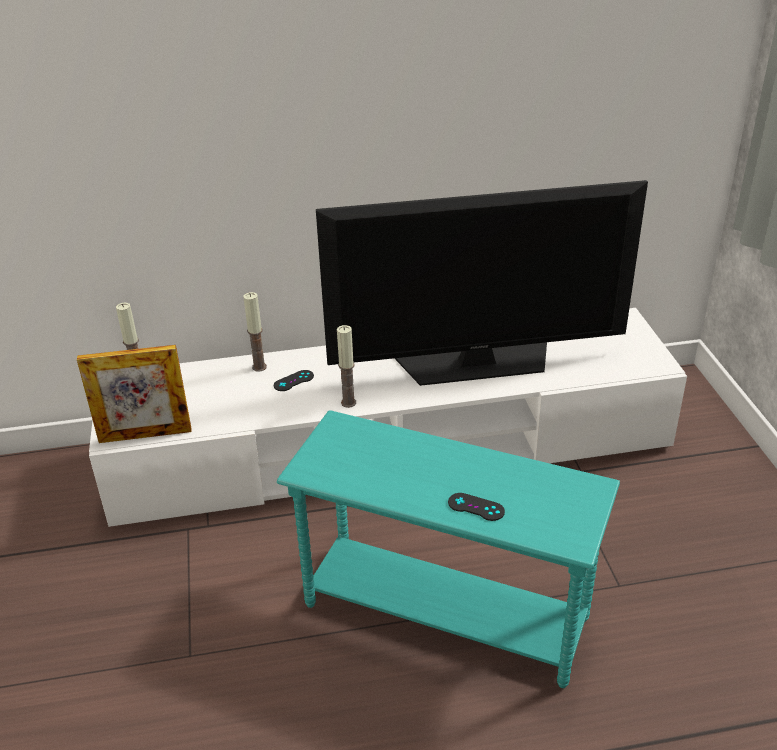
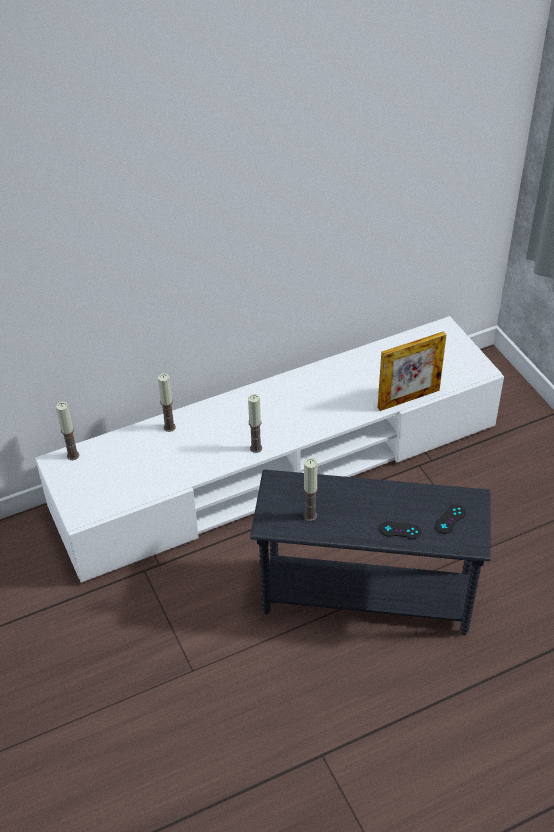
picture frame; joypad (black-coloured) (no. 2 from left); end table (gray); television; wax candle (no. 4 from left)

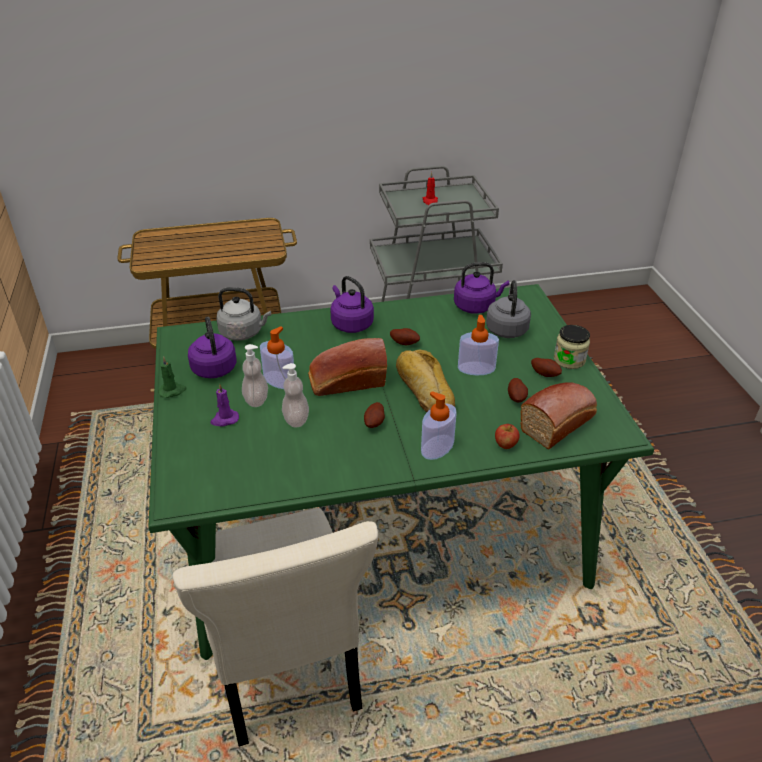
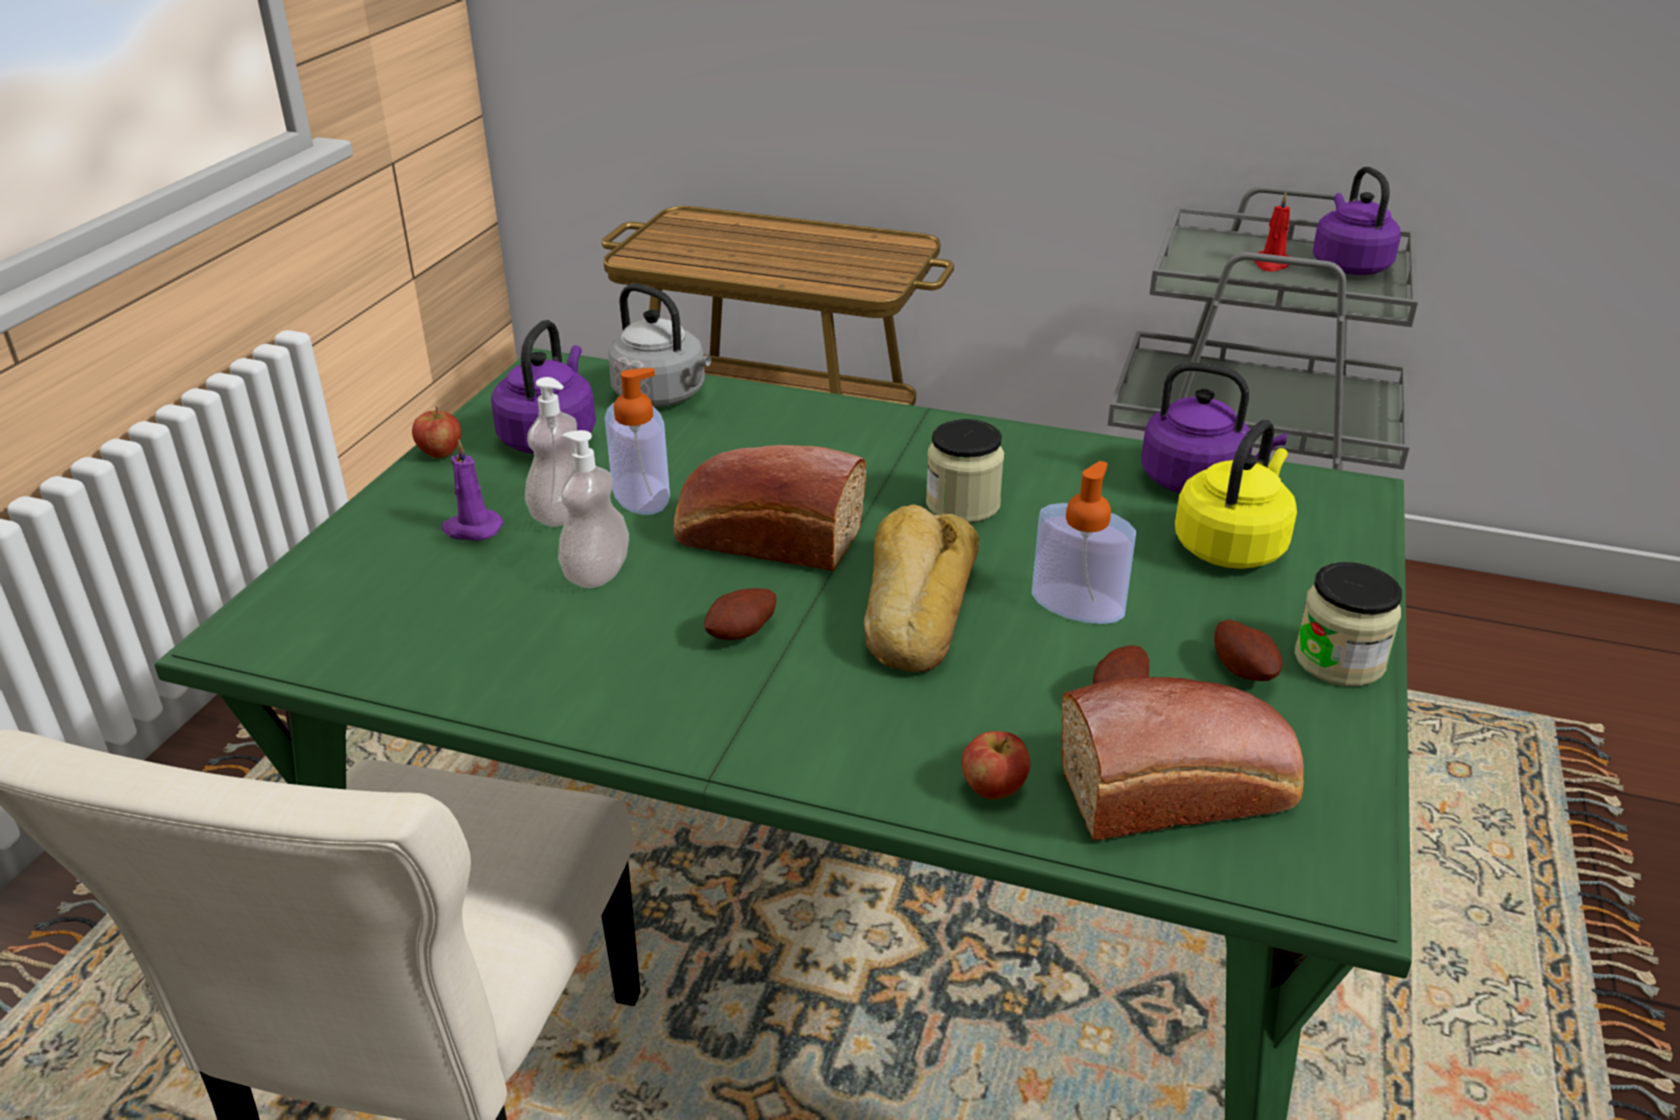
apple fruit (no. 1 from left); kettle (purple-coloured) (no. 3 from left); preserve jar (no. 1 from left); soap dispenser (no. 4 from left in the first image); kettle (yellow)

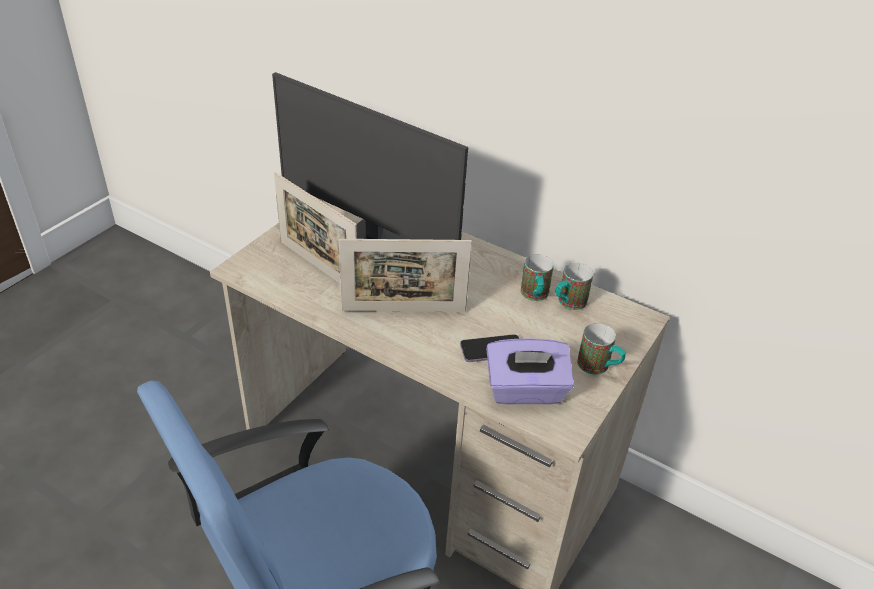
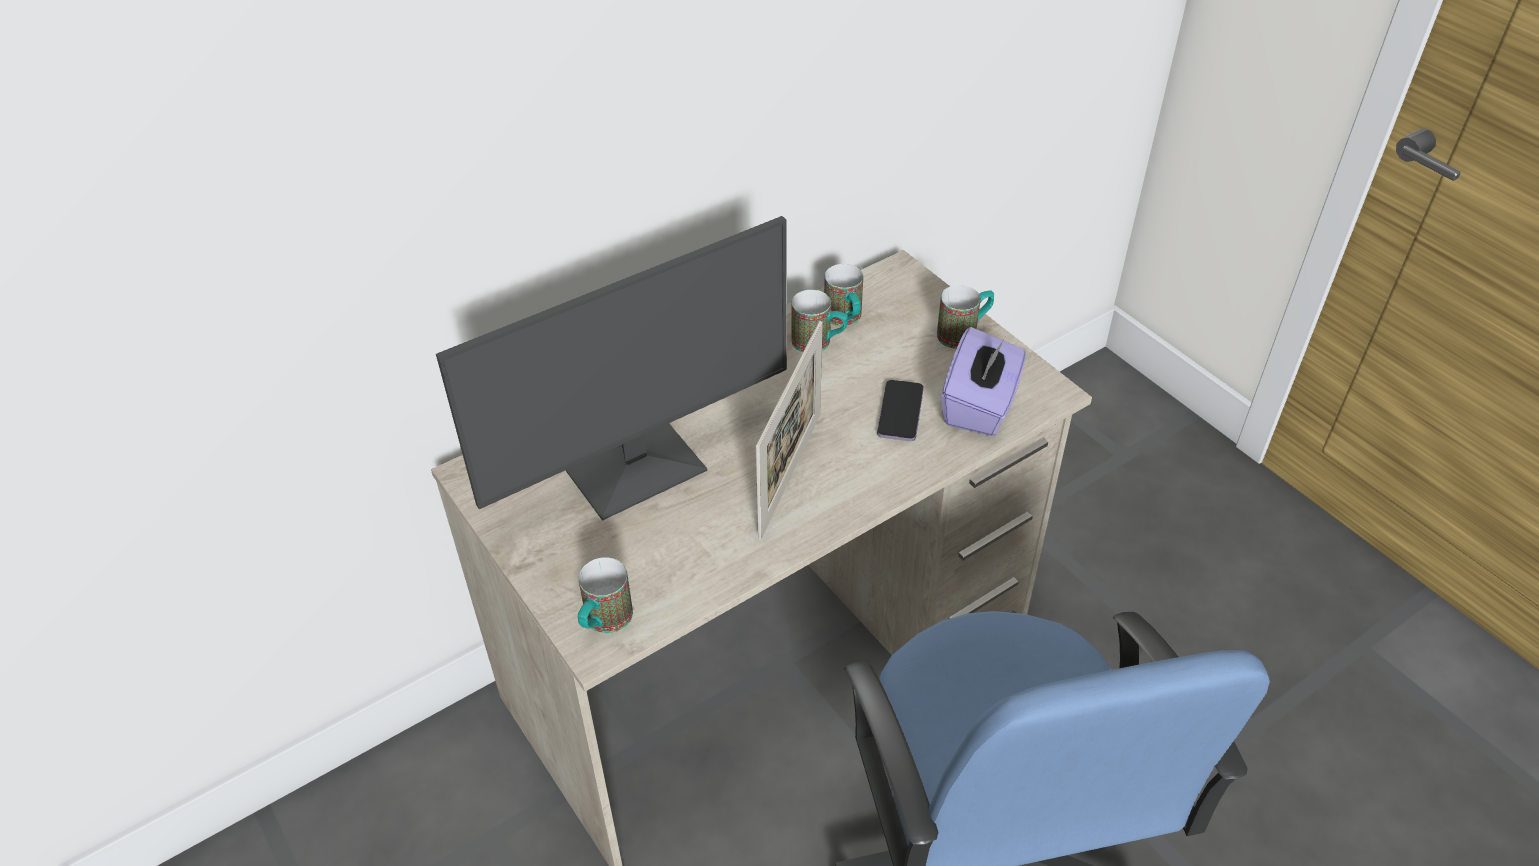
picture frame (no. 1 from left in the first image); coffee mug (no. 1 from left)

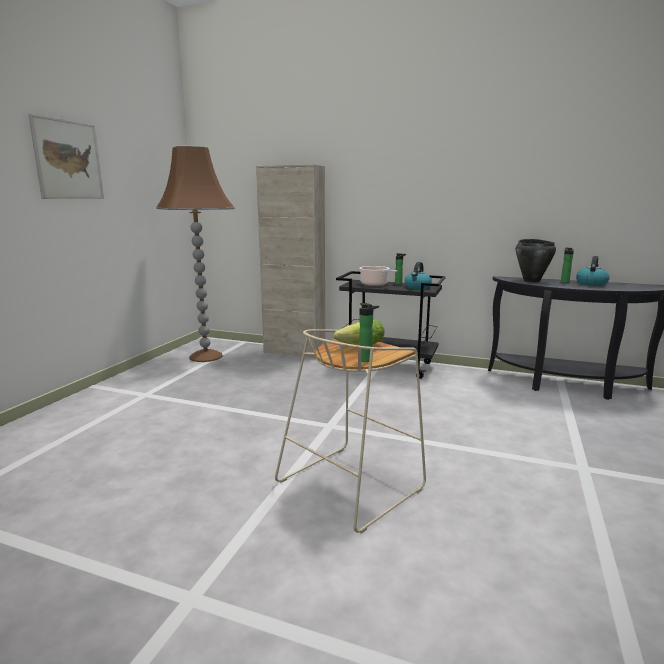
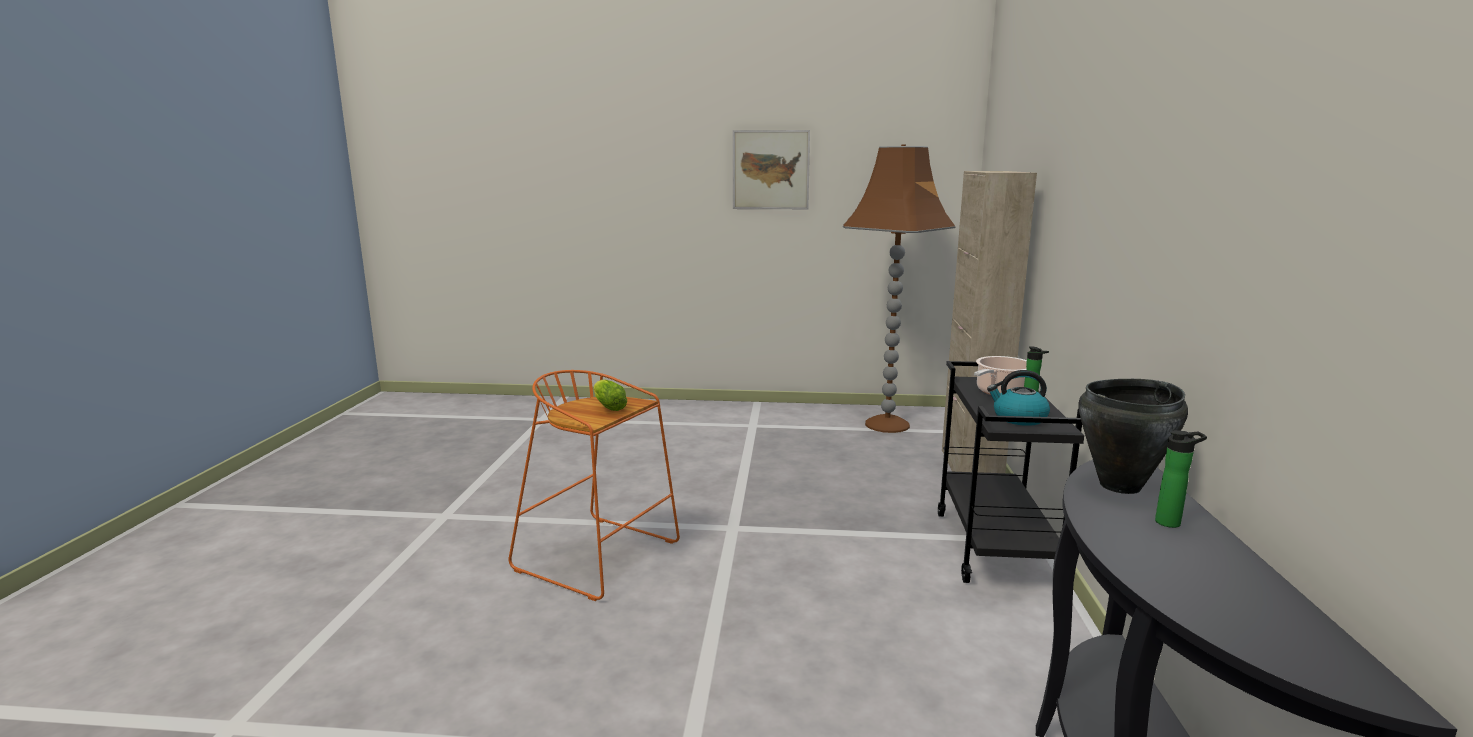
stool (orange); bottle (no. 1 from left in the first image); kettle (no. 2 from left in the first image)

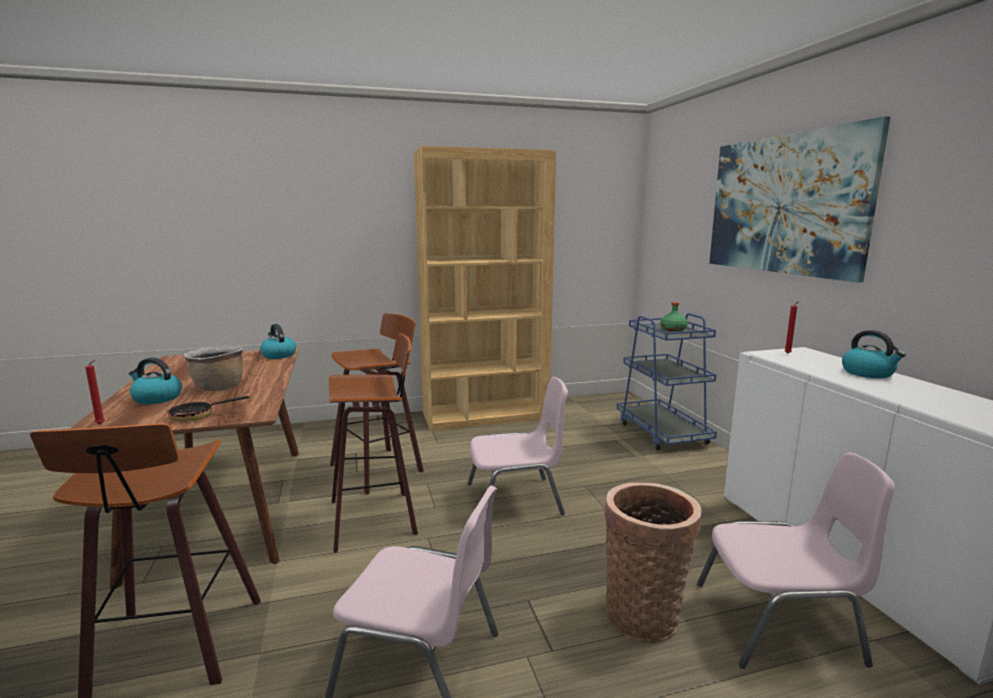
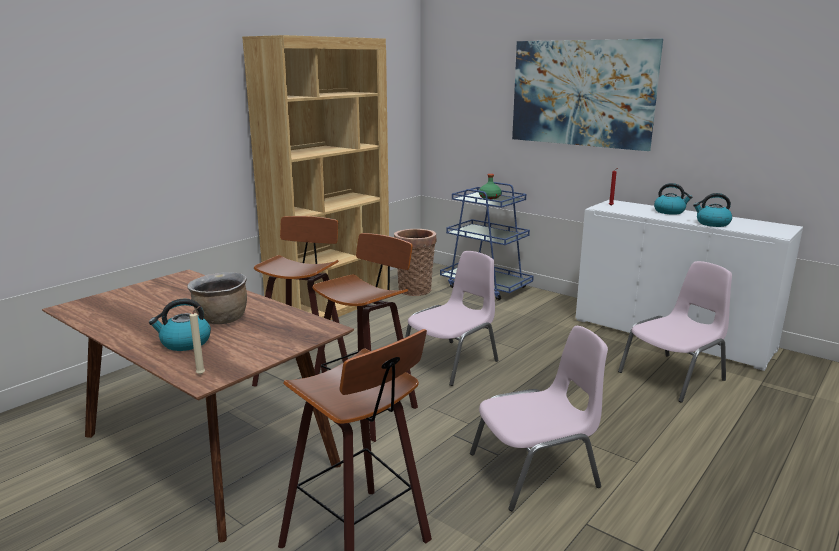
wax candle (beige); frying pan; kettle (no. 3 from left); basket

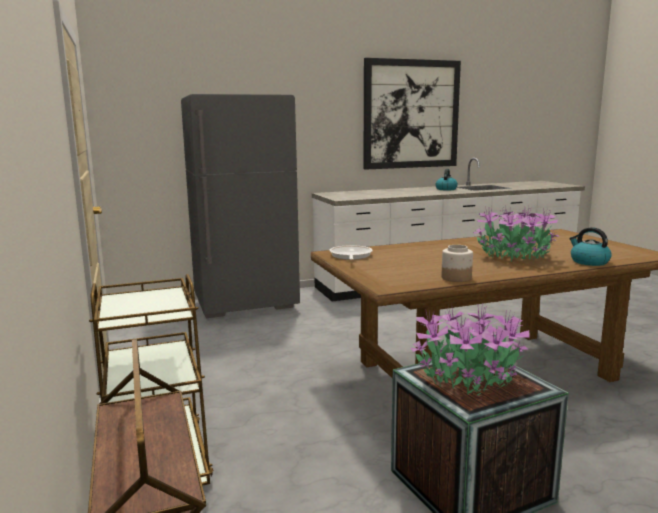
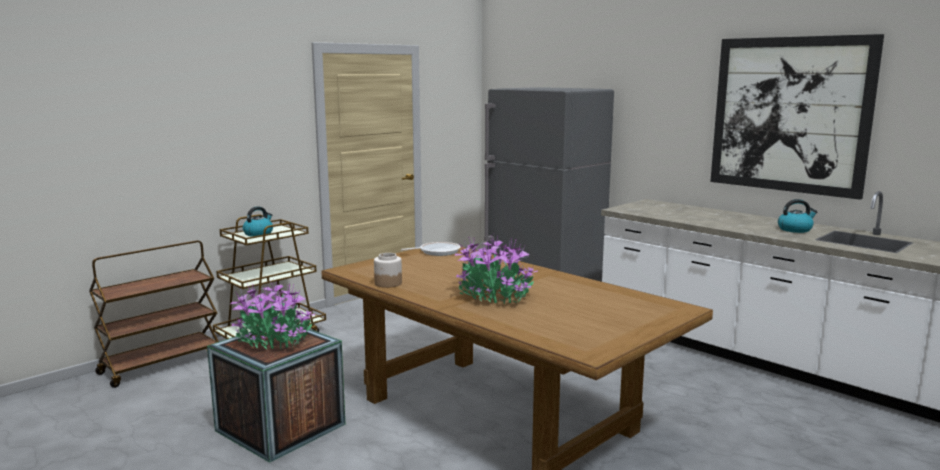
kettle (no. 1 from left)

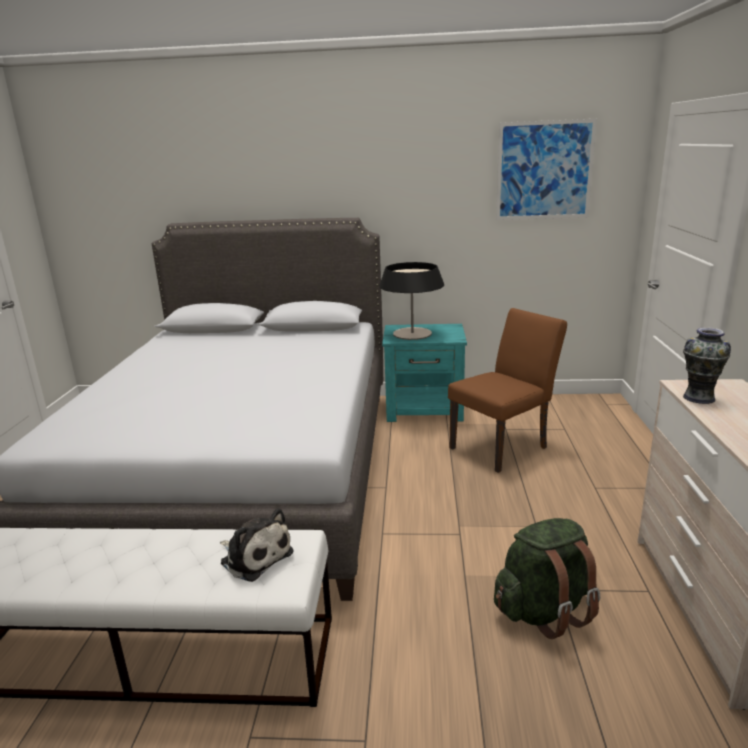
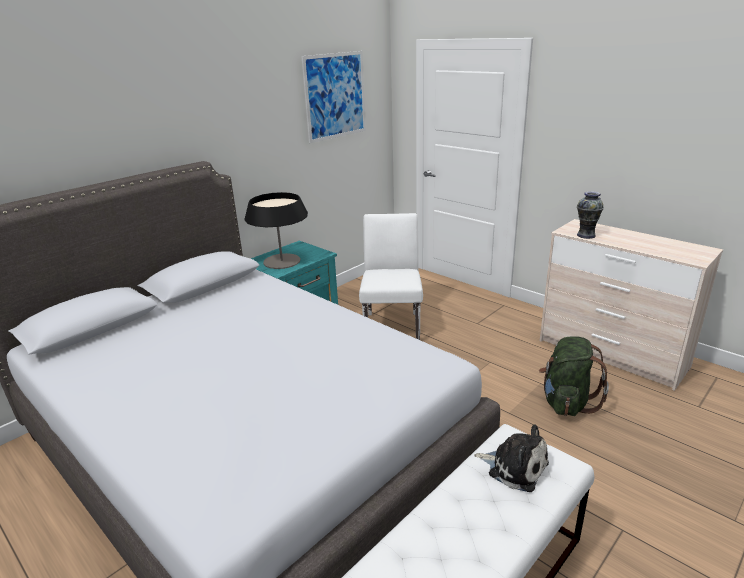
plush toy; chair (white)

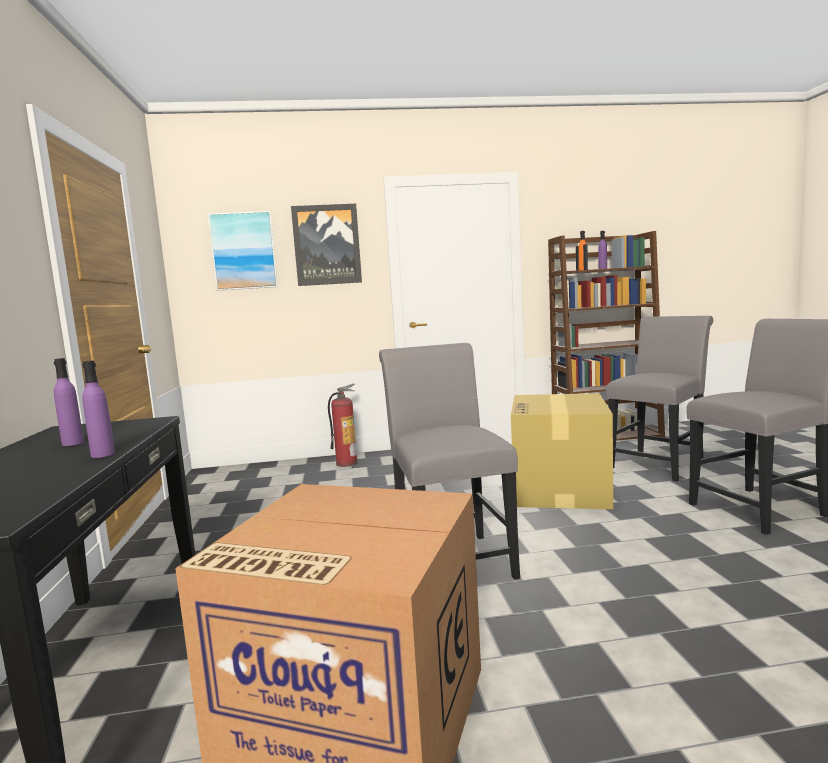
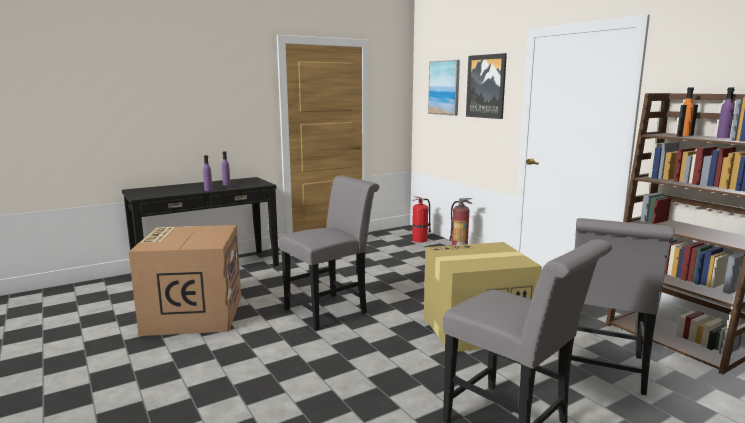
chair (gray) (no. 3 from left); fire-fighting cylinder (no. 1 from left)

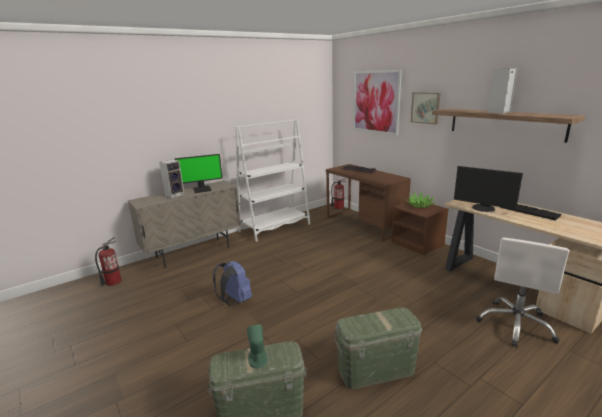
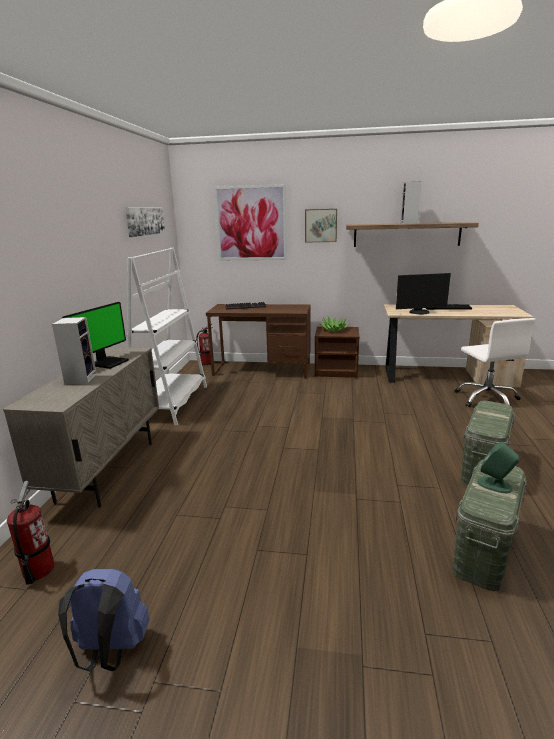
knapsack (bluish); wall art (no. 1 from left)

